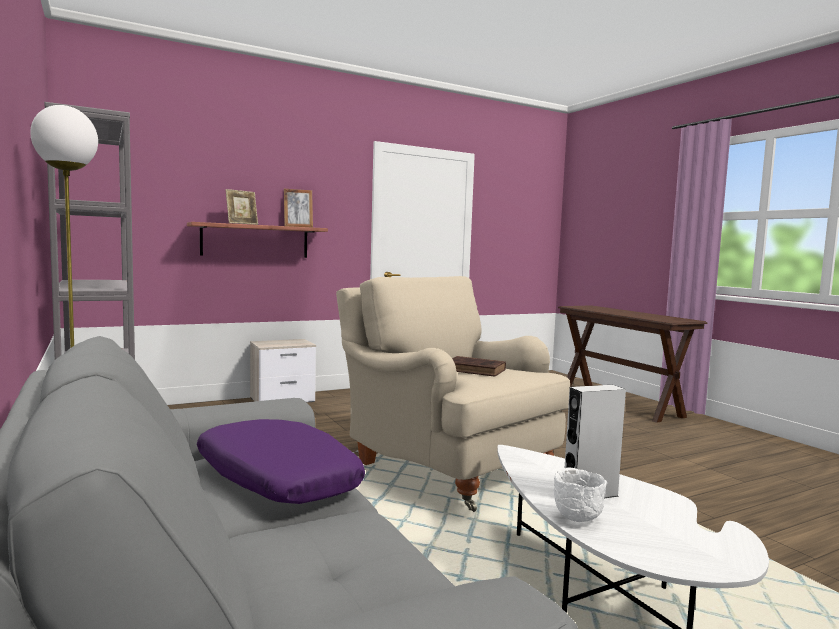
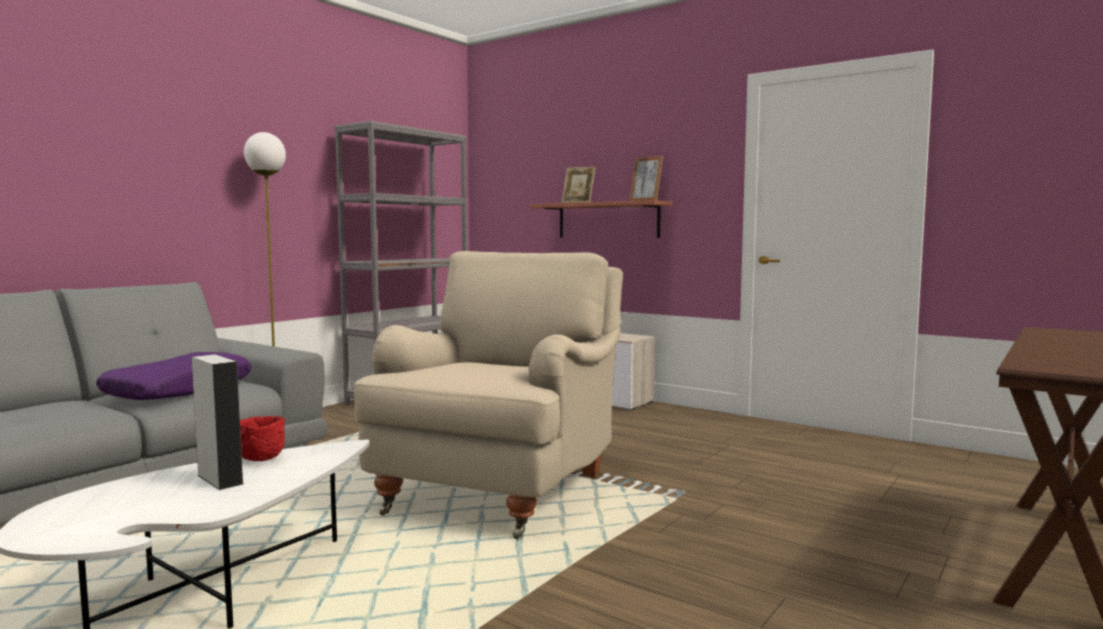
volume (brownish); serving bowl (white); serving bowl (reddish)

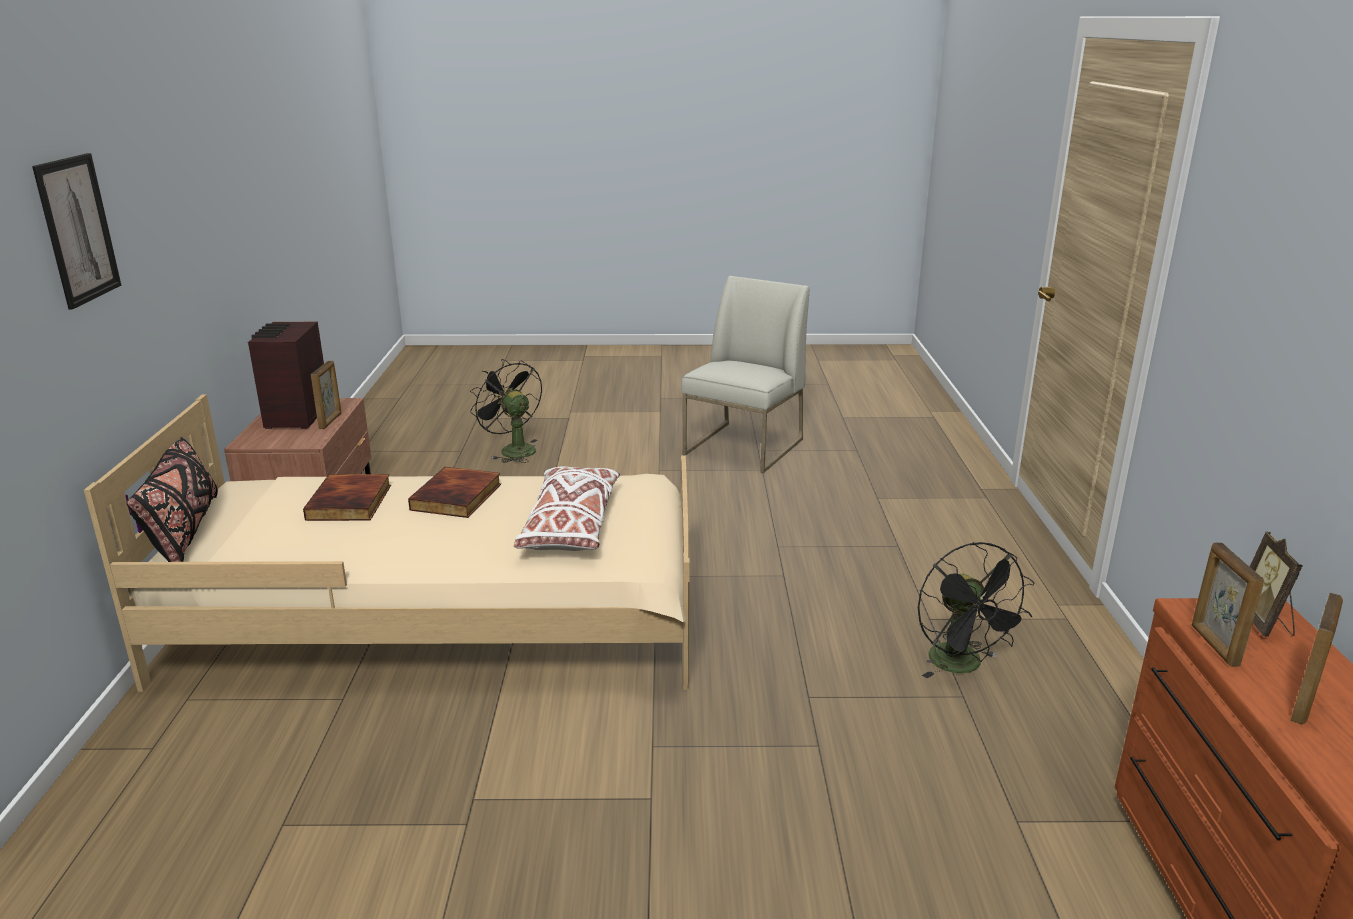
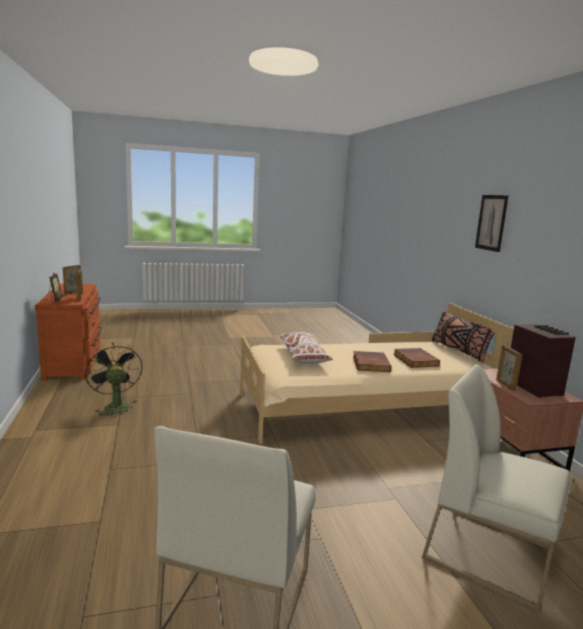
chair (white) (no. 2 from left)

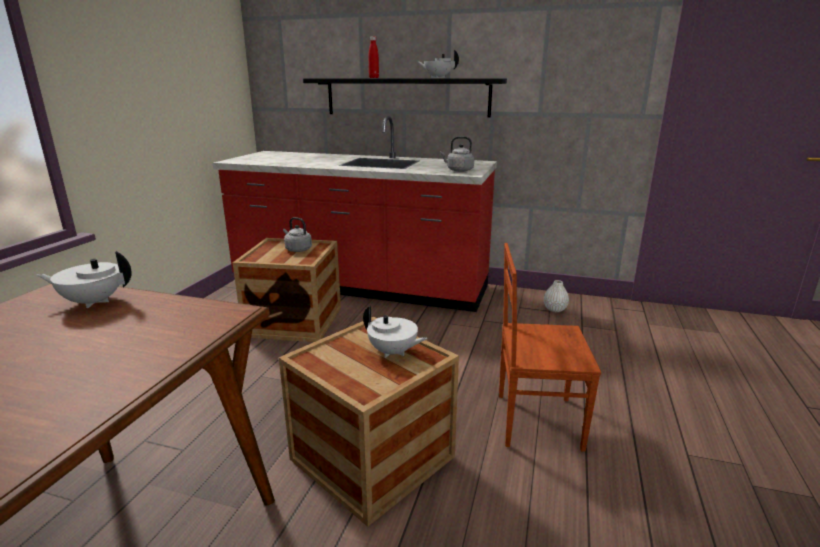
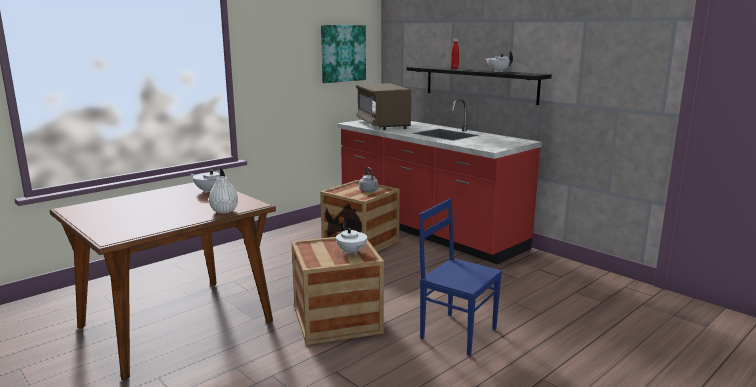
kettle (gray) (no. 2 from left in the first image); chair (bluish); flower vase (white); wall art; kitchen microwave (brownish)

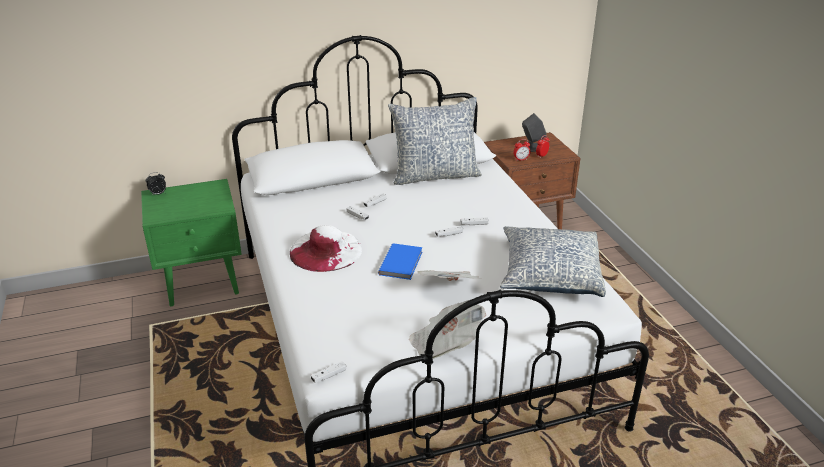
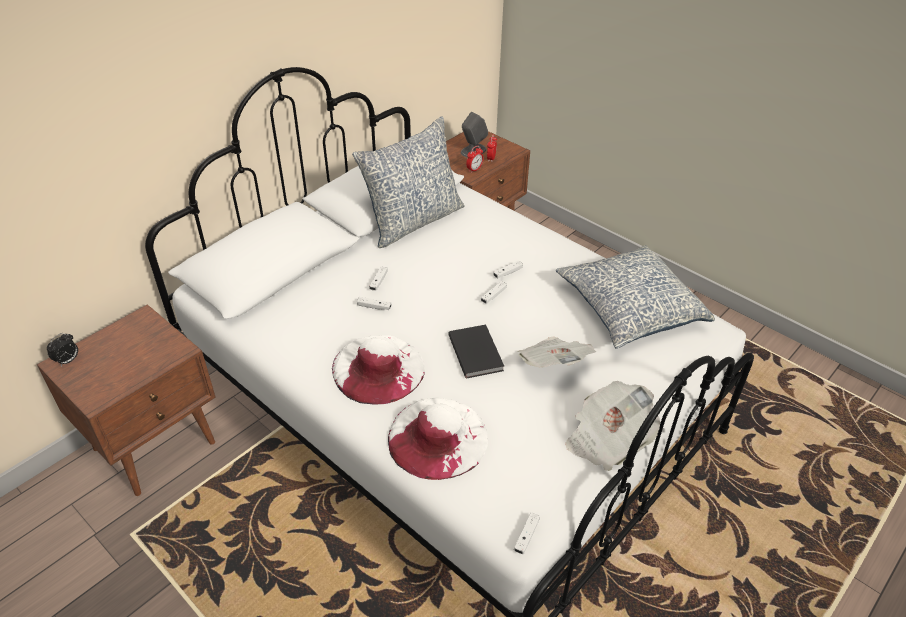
night table (brownish) (no. 1 from left); volume (black-coloured); hat (white) (no. 2 from left)

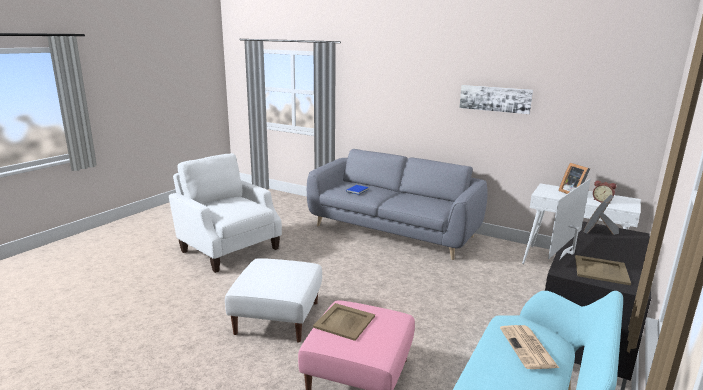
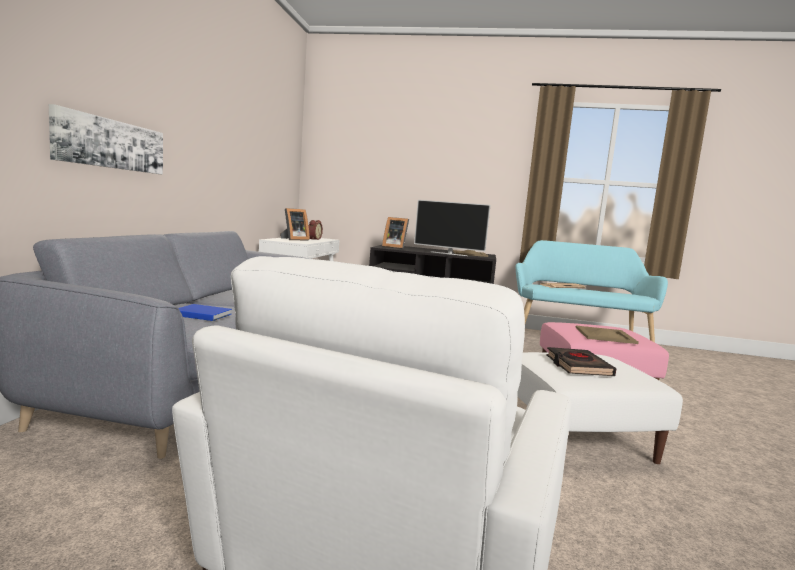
wall art; volume (black-coloured)

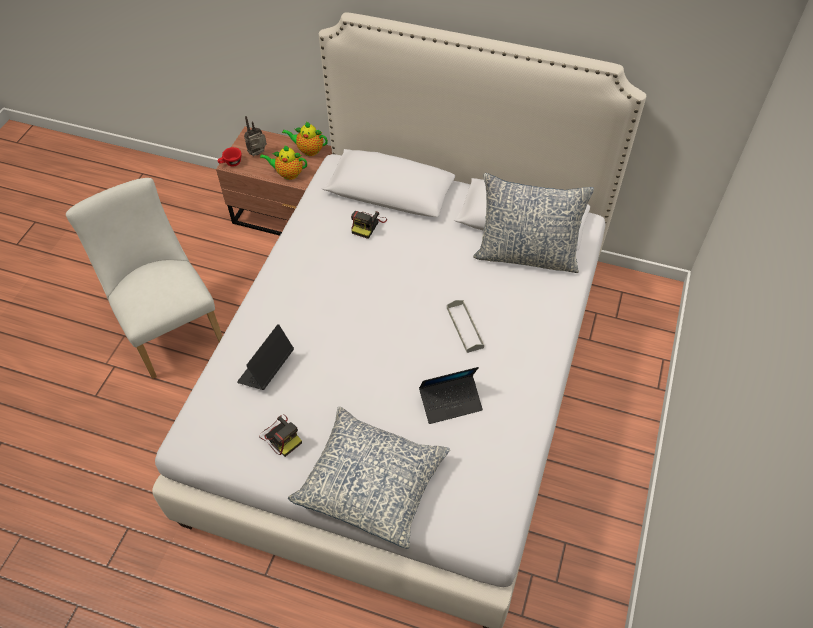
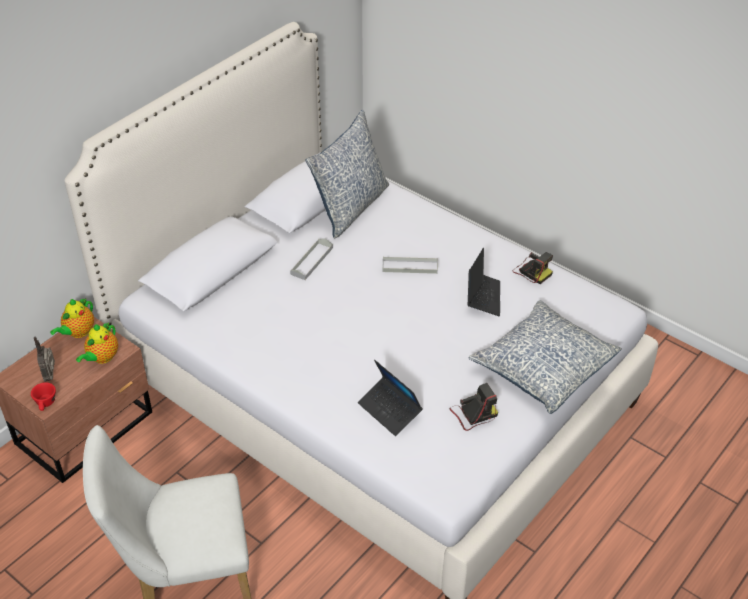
photo camera (no. 2 from left); tray (gray) (no. 1 from left)

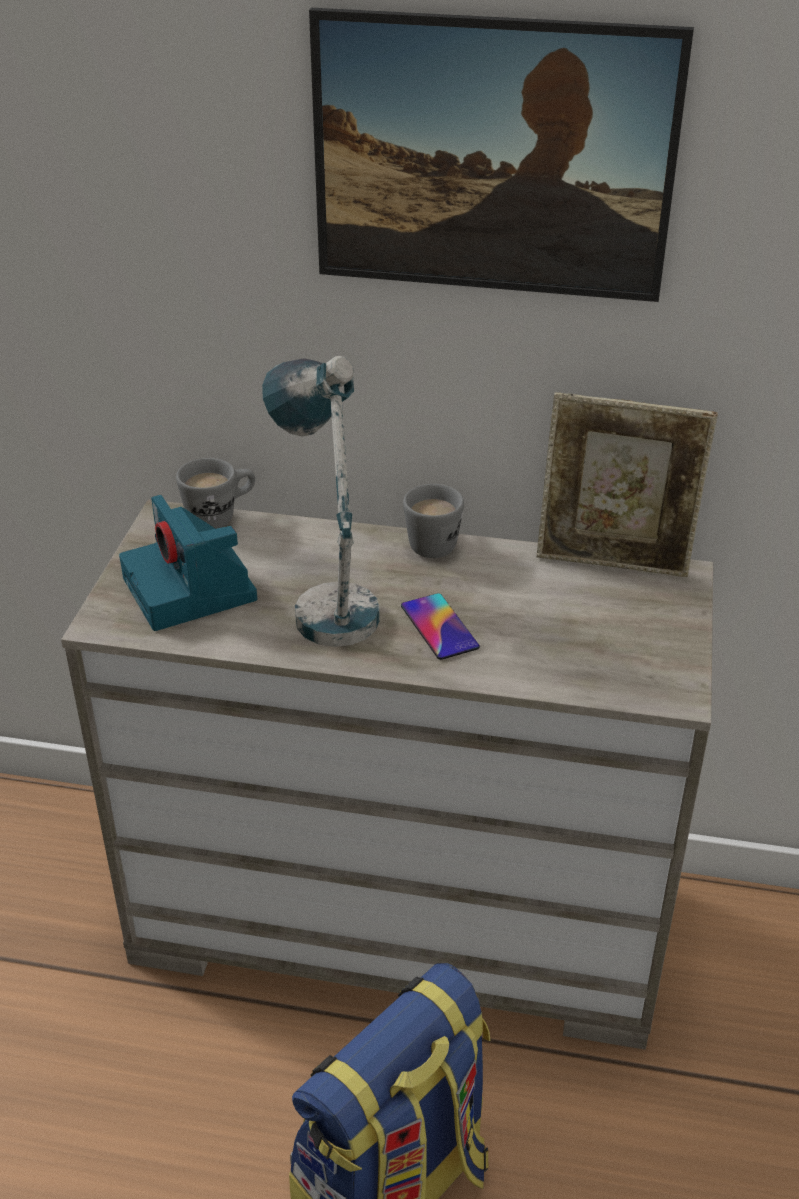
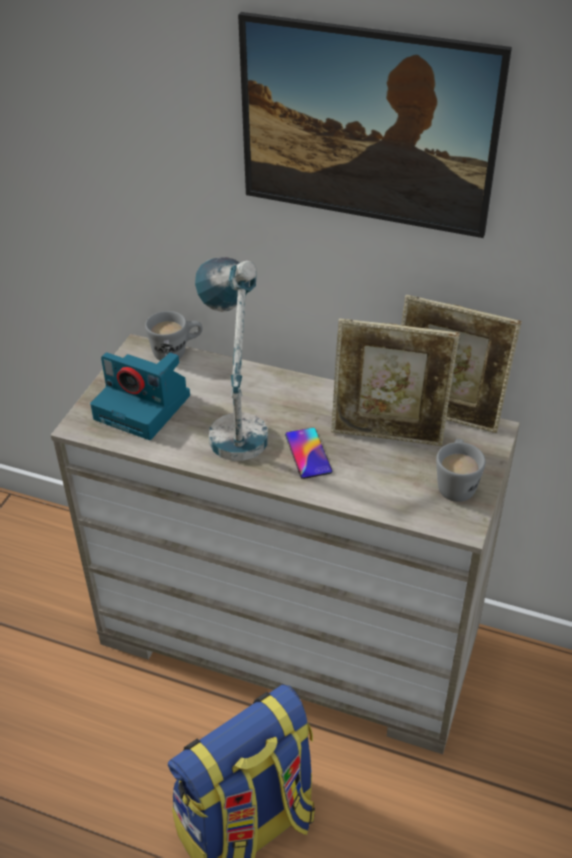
photo camera; coffee mug (gray) (no. 2 from left); picture frame (no. 1 from left)

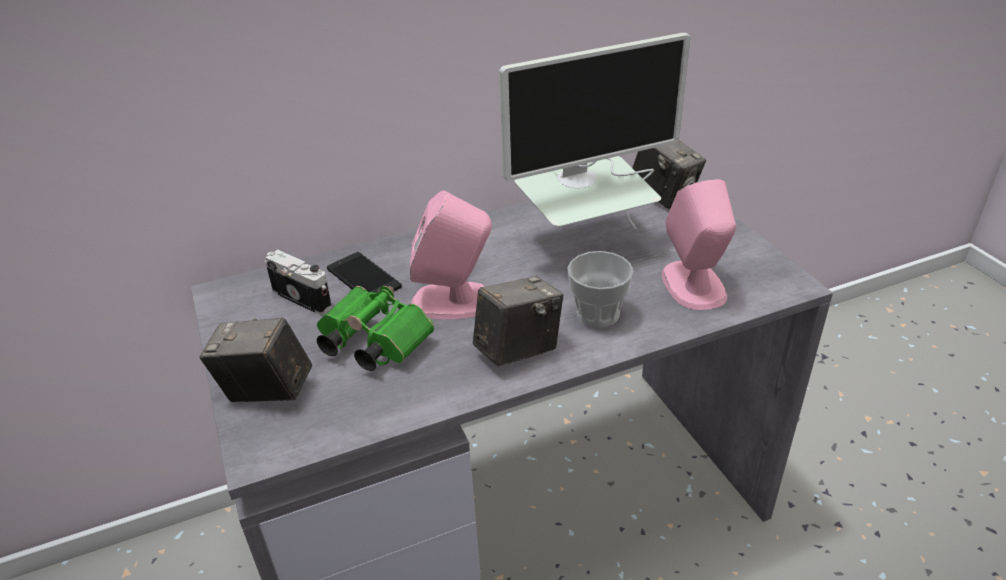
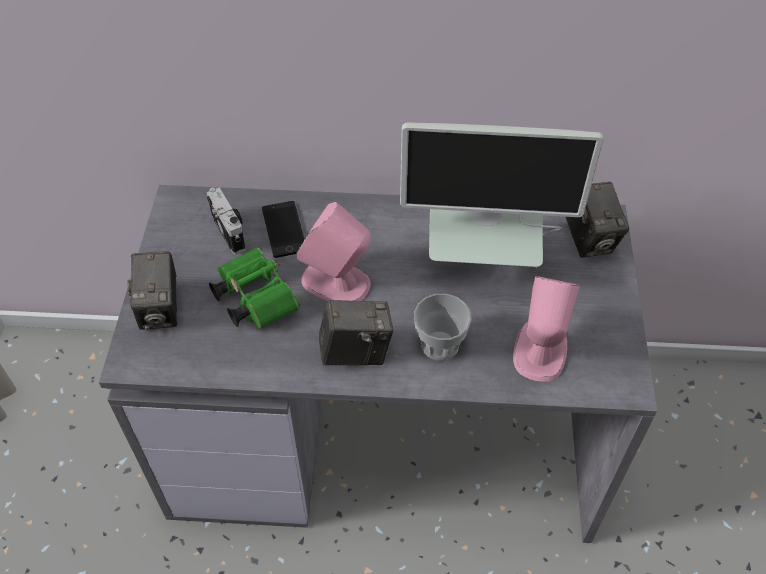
photo camera (no. 1 from left)

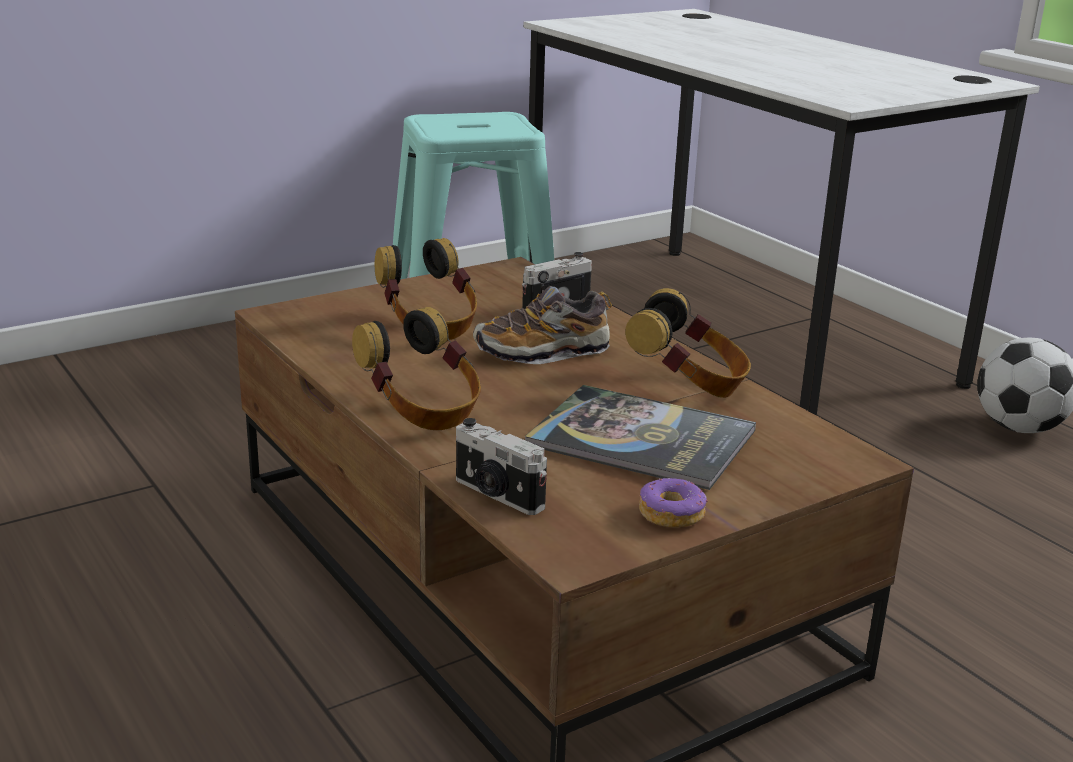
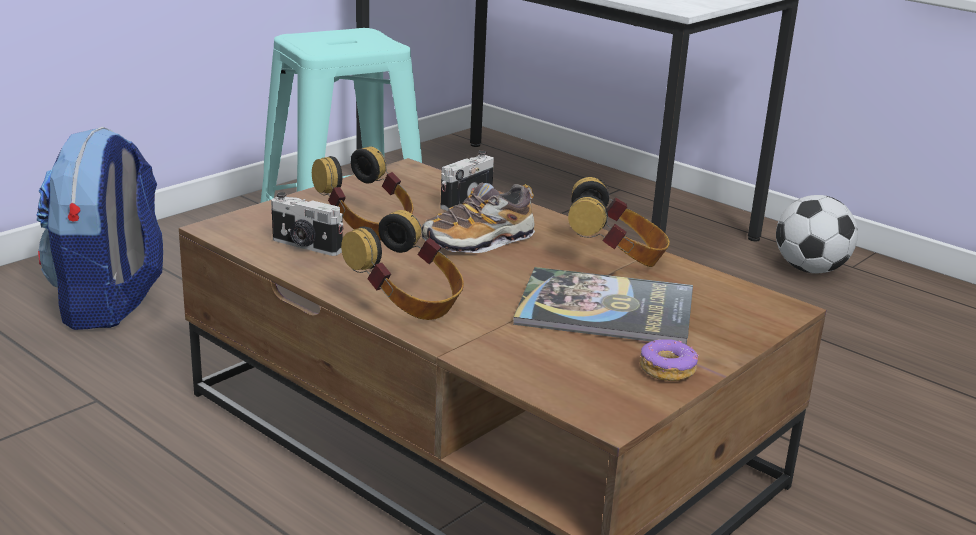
photo camera (no. 1 from left); knapsack

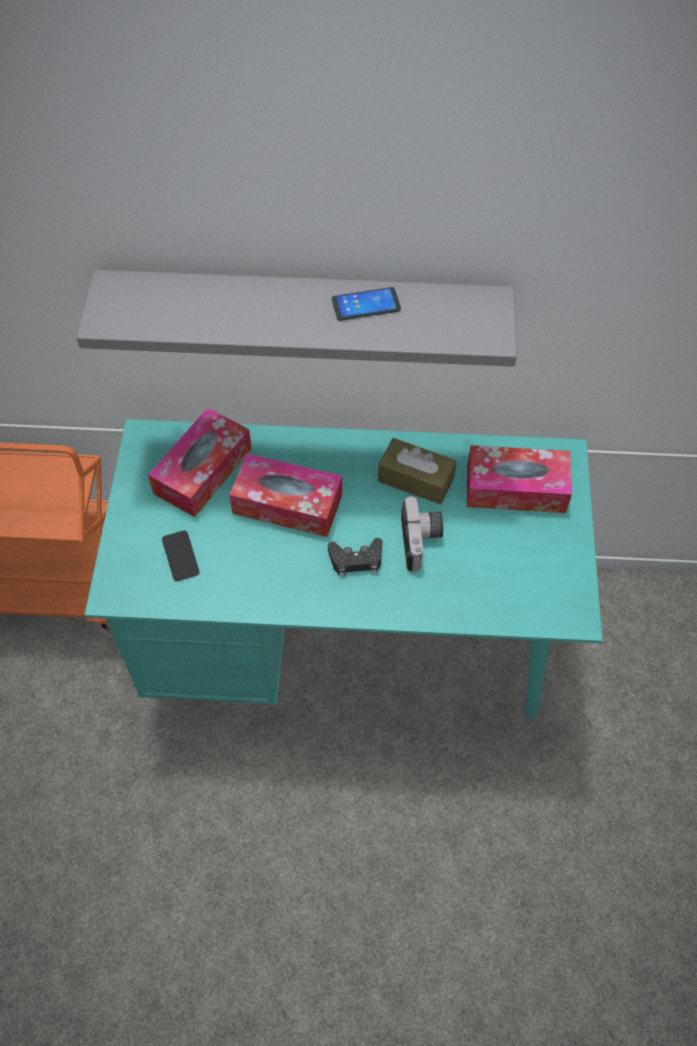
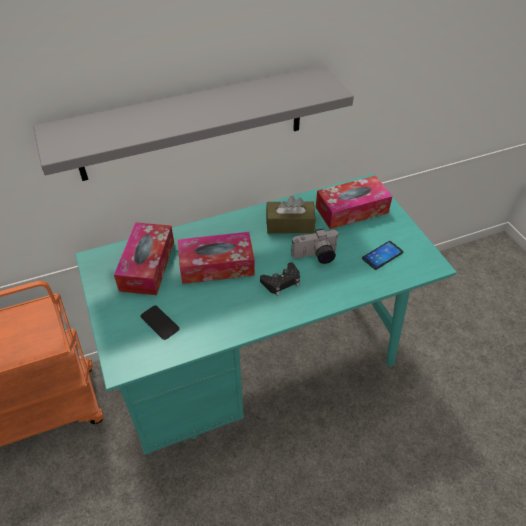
telephone (no. 2 from left); photo camera

